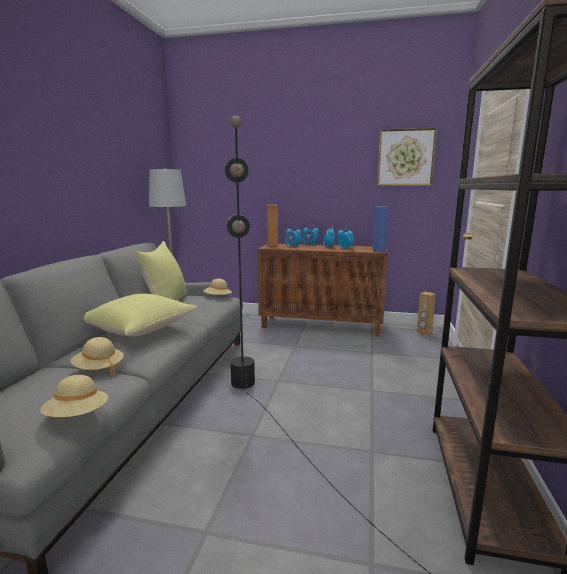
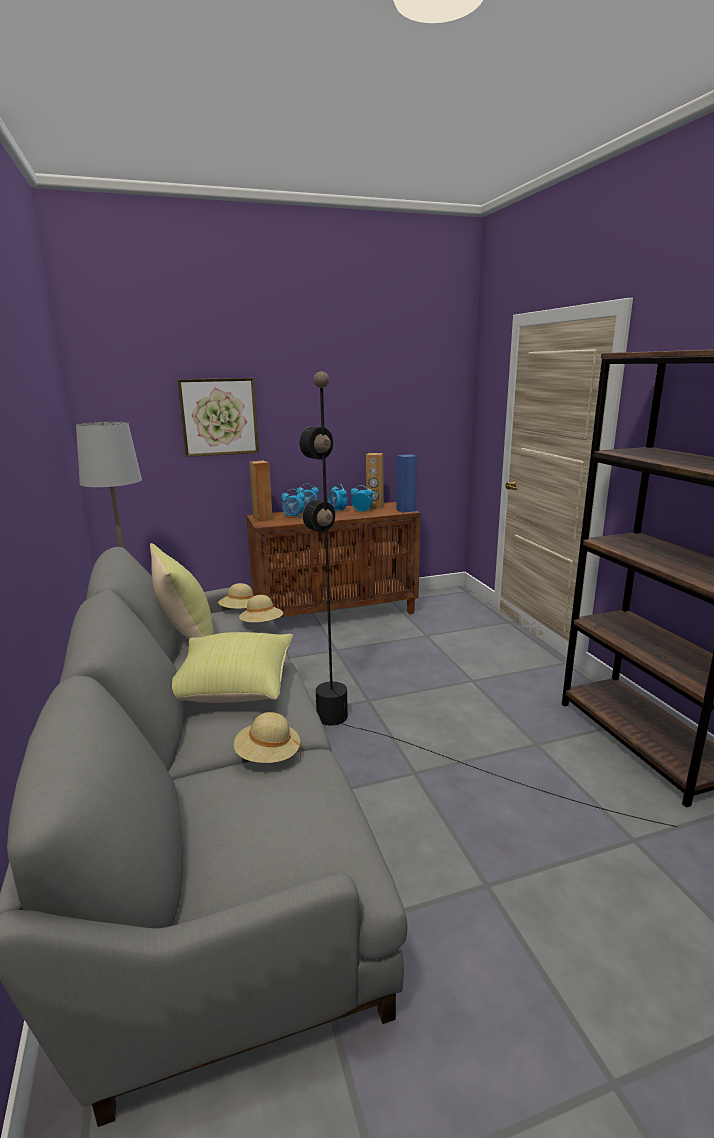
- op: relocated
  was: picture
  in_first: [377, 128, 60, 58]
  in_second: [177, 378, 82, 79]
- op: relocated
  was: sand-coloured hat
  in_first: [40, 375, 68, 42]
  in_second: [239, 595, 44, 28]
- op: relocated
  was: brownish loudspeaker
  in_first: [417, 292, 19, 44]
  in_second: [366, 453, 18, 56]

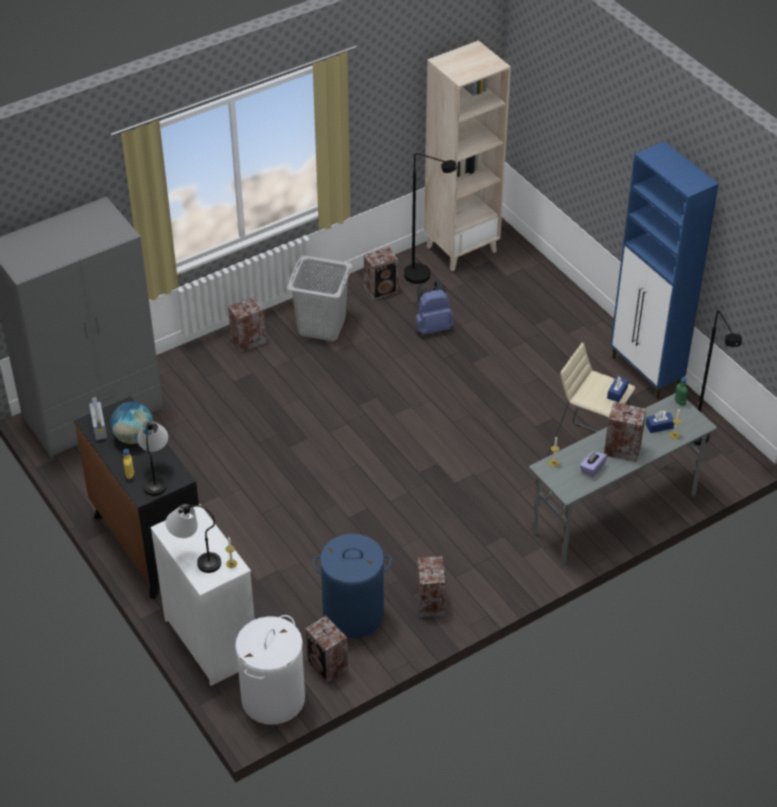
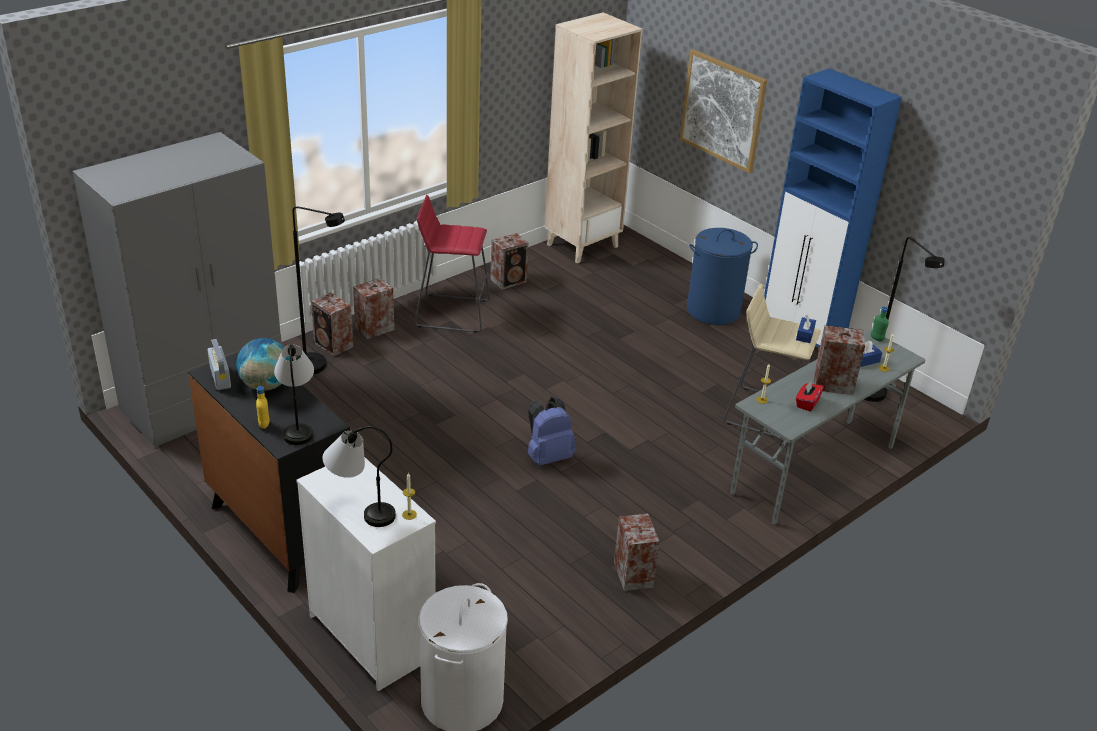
- op: relocated
  was: black standing lamp
  in_first: [404, 153, 53, 131]
  in_second: [293, 206, 52, 169]
- op: relocated
  was: loudspeaker
  in_first: [305, 616, 43, 67]
  in_second: [311, 292, 42, 65]
- op: exchanged
  was: gray hamper
  now: red stool
  in_first: [287, 256, 66, 85]
  in_second: [414, 195, 76, 138]
- op: relocated
  was: blue rucksack
  in_first: [415, 280, 39, 55]
  in_second: [528, 397, 48, 69]
- op: appeared
  now: picture
  in_second: [680, 49, 87, 124]
- op: relocated
  was: blue hamper
  in_first: [312, 534, 80, 104]
  in_second: [687, 228, 71, 97]
- op: colour
  was: purple-coloured tissue box
  now: red tissue box
  in_first: [580, 451, 27, 26]
  in_second: [796, 381, 28, 31]

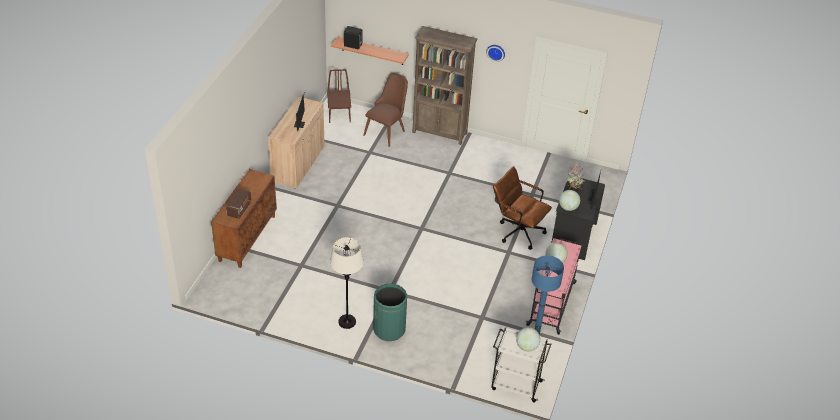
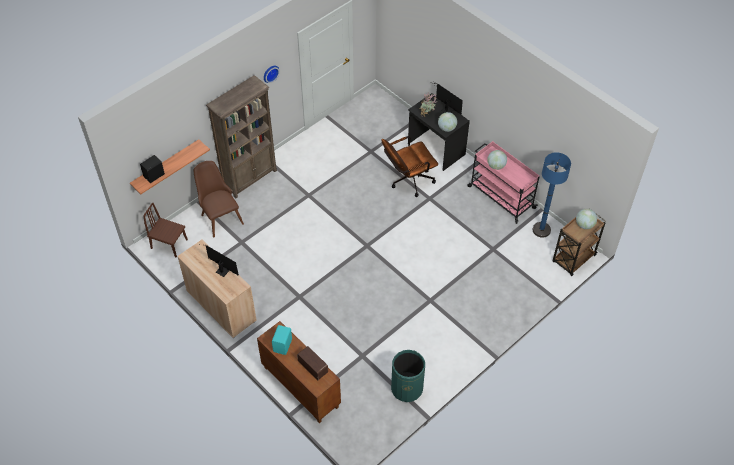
- op: appeared
  now: turquoise loudspeaker
  in_second: [272, 325, 20, 30]
- op: relocated
  was: green-coloured rubbish bin
  in_first: [373, 284, 34, 57]
  in_second: [391, 350, 34, 52]
- op: colour
  was: white trolley
  now: brownish trolley
  in_first: [491, 327, 60, 75]
  in_second: [553, 214, 53, 62]
- op: missing
  was: white standing lamp
  in_first: [330, 237, 34, 92]

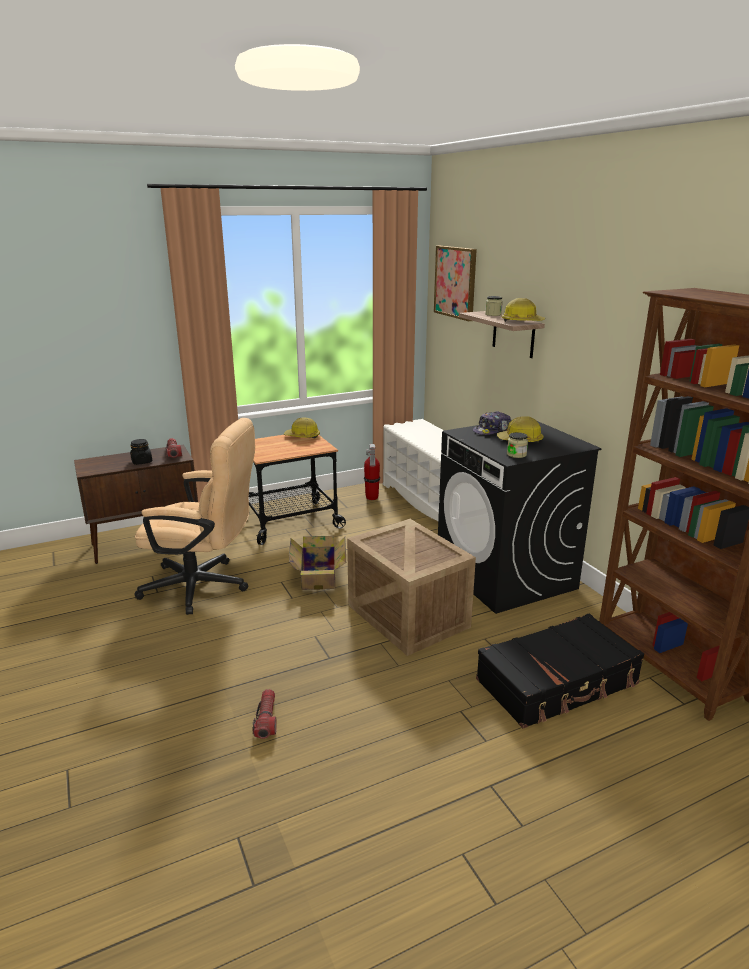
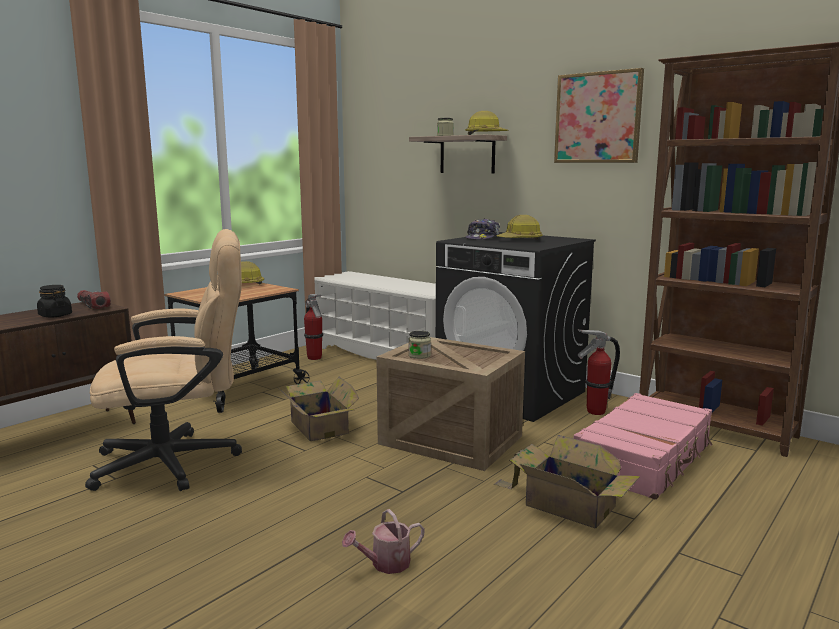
- op: exchanged
  was: hand torch
  now: watering can
  in_first: [252, 689, 25, 50]
  in_second: [342, 509, 83, 65]
- op: relocated
  was: storage jar
  in_first: [507, 432, 21, 26]
  in_second: [409, 331, 22, 28]
- op: appeared
  now: packing box
  in_second: [494, 435, 146, 94]
- op: relocated
  was: picture
  in_first: [434, 246, 43, 75]
  in_second: [554, 68, 90, 95]
- op: colour
  was: black travel case
  now: pink-coloured travel case
  in_first: [476, 614, 168, 115]
  in_second: [573, 393, 139, 107]
- op: appeared
  now: fire-fighting cylinder
  in_second: [578, 329, 42, 86]

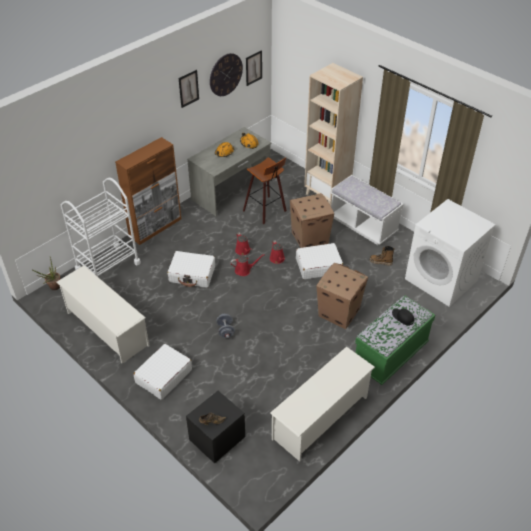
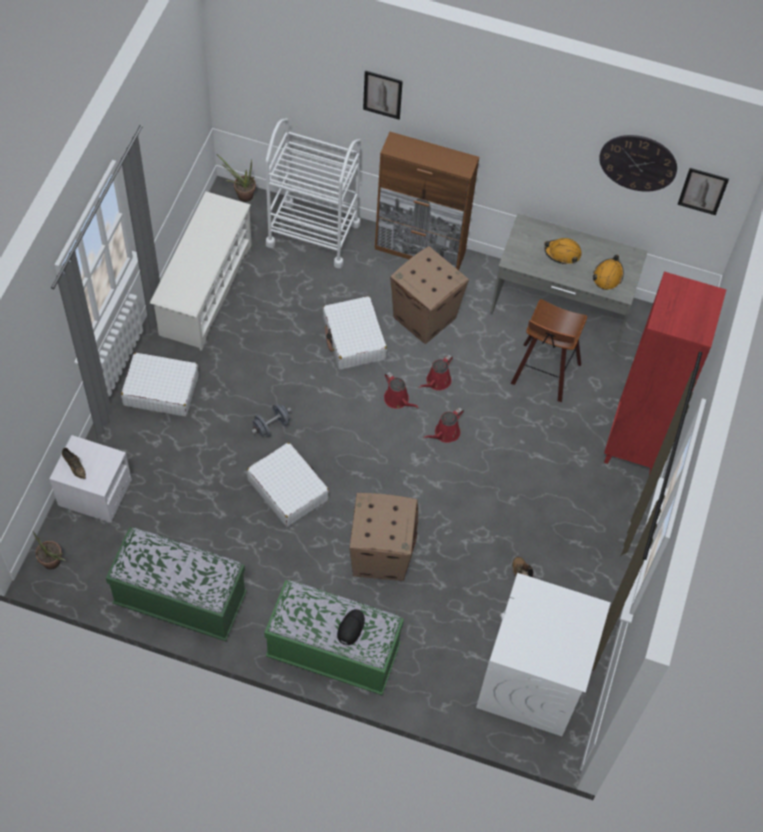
- op: appeared
  now: potted plant
  in_second: [33, 531, 33, 39]
- op: colour
  was: black night table
  now: white night table
  in_first: [186, 391, 59, 73]
  in_second: [49, 435, 83, 88]
- op: exchanged
  was: white shoe stand
  now: green-coloured indoor bench
  in_first: [270, 347, 105, 115]
  in_second: [106, 527, 141, 114]
- op: relocated
  was: white travel case
  in_first: [296, 243, 47, 36]
  in_second: [247, 442, 82, 85]
- op: relocated
  was: picture
  in_first: [179, 70, 20, 38]
  in_second: [363, 71, 40, 49]
- op: relocated
  was: packing box
  in_first: [290, 193, 44, 55]
  in_second: [390, 246, 79, 98]
- op: colour
  was: sand-coloured bookcase
  now: red bookcase
  in_first: [304, 63, 59, 143]
  in_second: [604, 272, 122, 203]
- op: missing
  was: white indoor bench
  in_first: [331, 175, 72, 70]

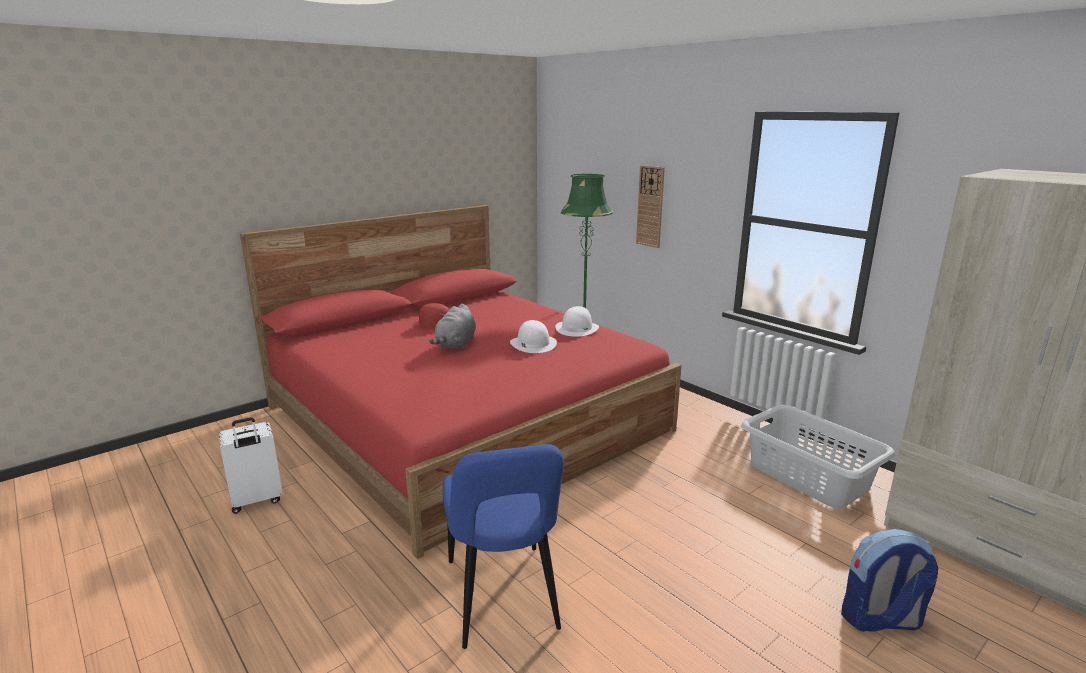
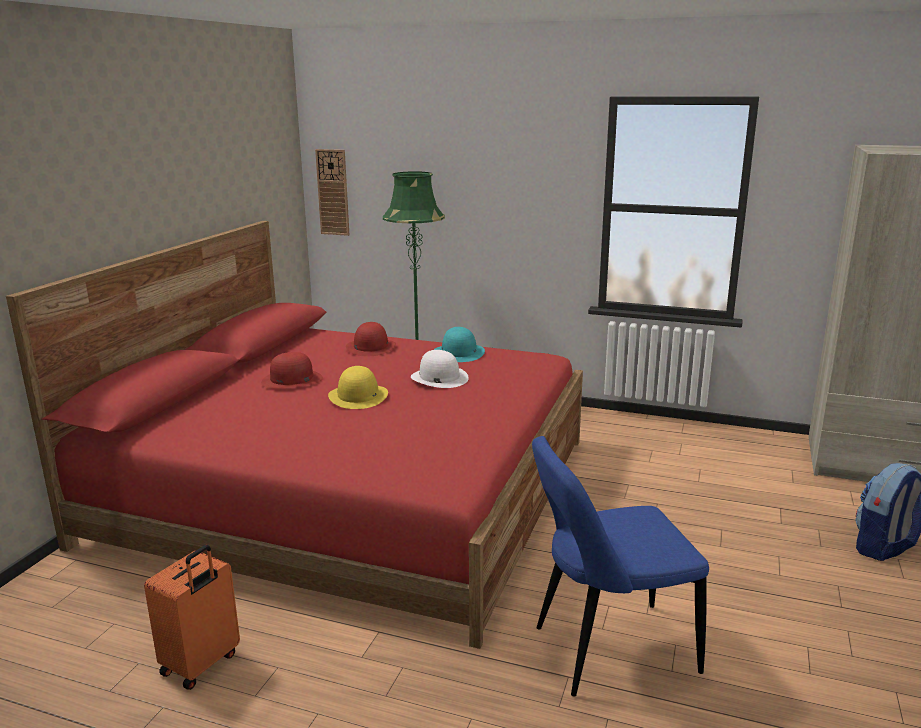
- op: colour
  was: white travel case
  now: orangey travel case
  in_first: [219, 417, 64, 97]
  in_second: [144, 545, 96, 145]
- op: relocated
  was: clock on the wall
  in_first: [636, 165, 29, 83]
  in_second: [315, 149, 34, 87]
- op: exchanged
  was: gray cuddly toy
  now: yellowish hat
  in_first: [429, 304, 47, 45]
  in_second: [328, 366, 60, 43]
- op: appeared
  now: red hat
  in_second: [346, 322, 50, 34]
- op: colour
  was: white hat
  now: turquoise hat
  in_first: [555, 306, 44, 31]
  in_second: [434, 327, 51, 35]
- op: spun
  was: blue plain chair
  in_first: [443, 444, 121, 205]
  in_second: [532, 436, 177, 260]
  clockwise: 120
- op: missing
  was: gray hamper
  in_first: [741, 405, 154, 104]

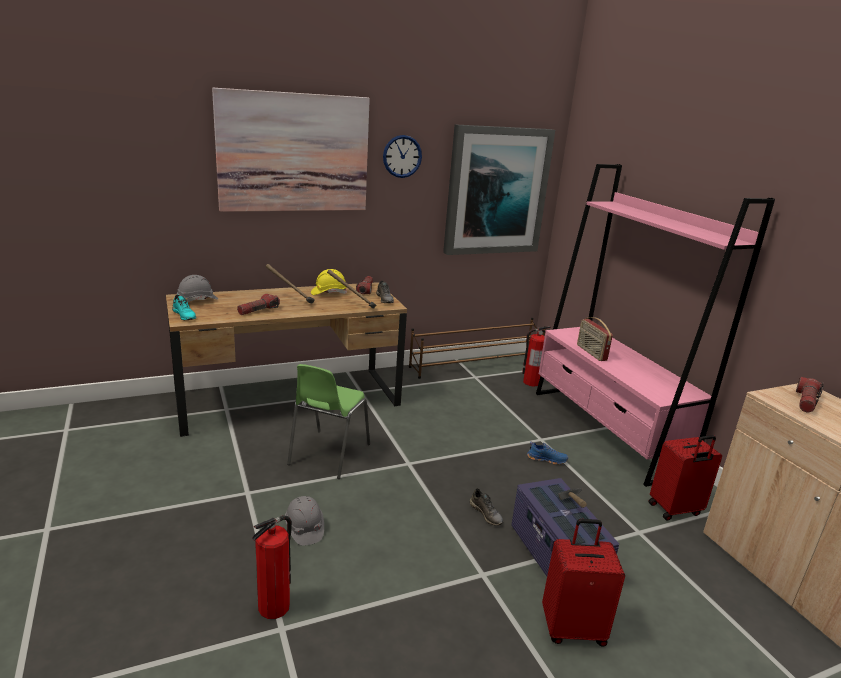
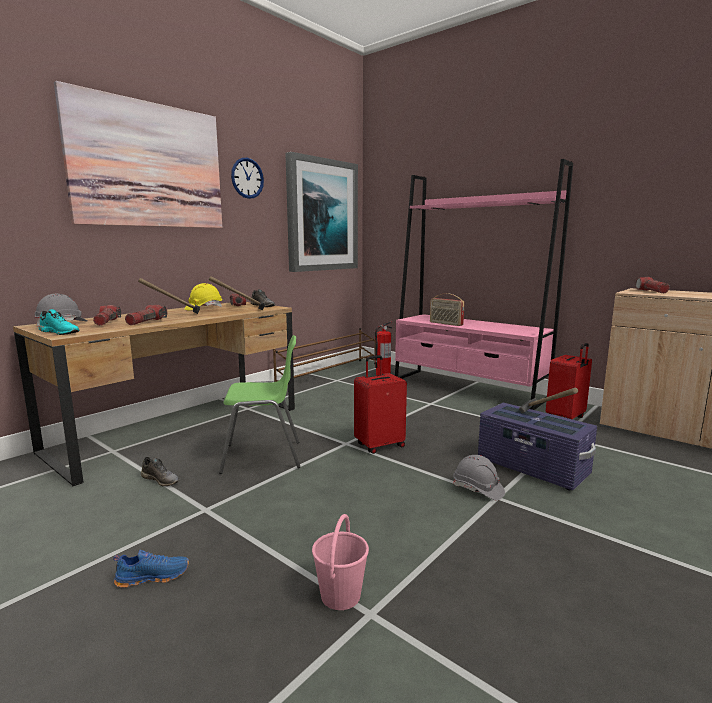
- op: appeared
  now: hand torch
  in_second: [93, 305, 29, 21]
- op: relocated
  was: blue item of footwear
  in_first: [527, 441, 41, 24]
  in_second: [113, 550, 76, 38]
- op: relocated
  was: gray item of footwear
  in_first: [470, 488, 33, 38]
  in_second: [141, 457, 38, 29]
- op: spun
  was: green-coloured plain chair
  in_first: [287, 364, 83, 115]
  in_second: [219, 335, 82, 139]
  clockwise: -90
- op: exchanged
  was: fire-fighting cylinder
  now: pink-coloured bucket
  in_first: [252, 515, 40, 104]
  in_second: [312, 514, 57, 96]
- op: relocated
  was: red travel case
  in_first: [542, 519, 83, 128]
  in_second: [354, 355, 53, 99]
- op: relocated
  was: gray work helmet
  in_first: [284, 496, 40, 50]
  in_second: [453, 455, 52, 45]

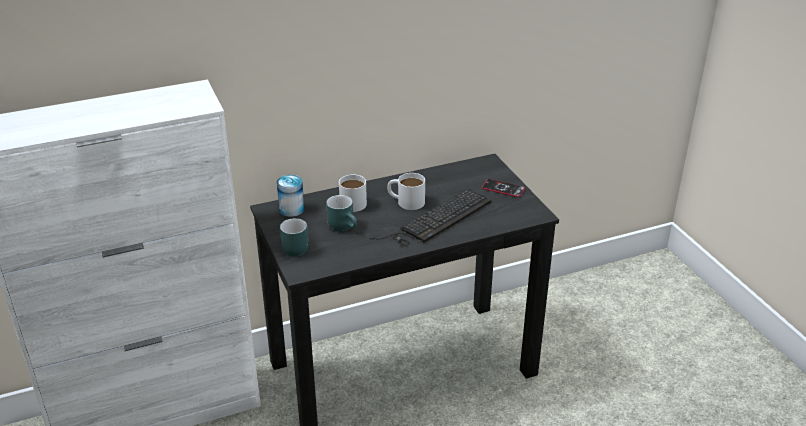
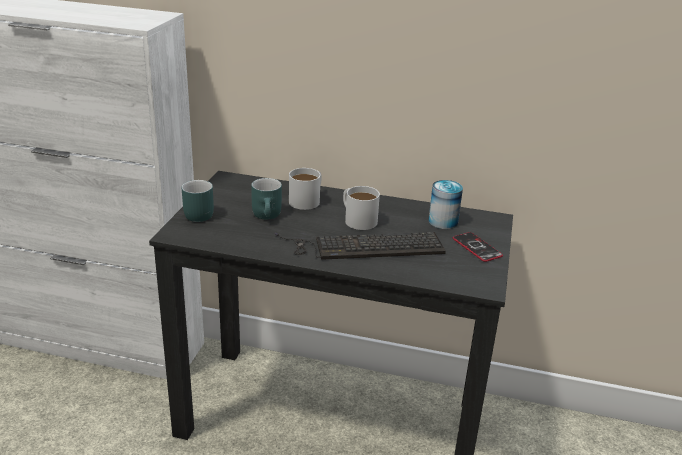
- op: relocated
  was: can
  in_first: [277, 175, 27, 42]
  in_second: [428, 180, 35, 49]

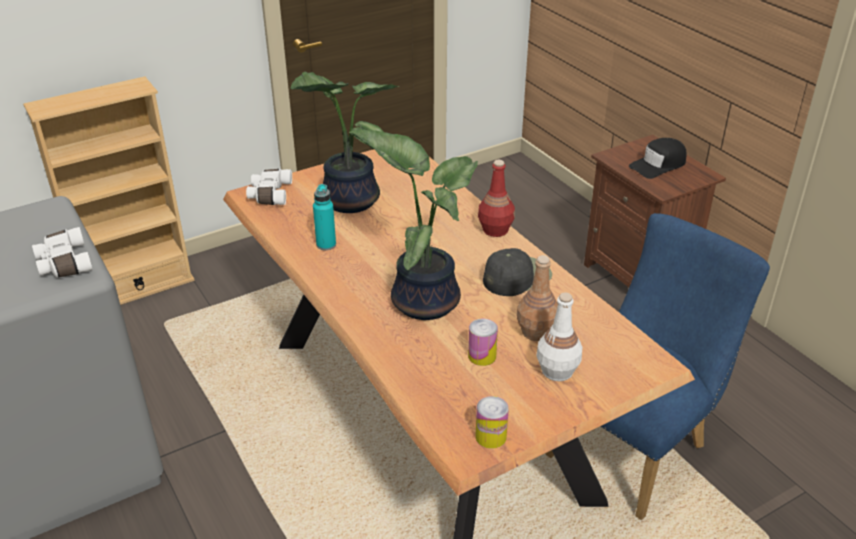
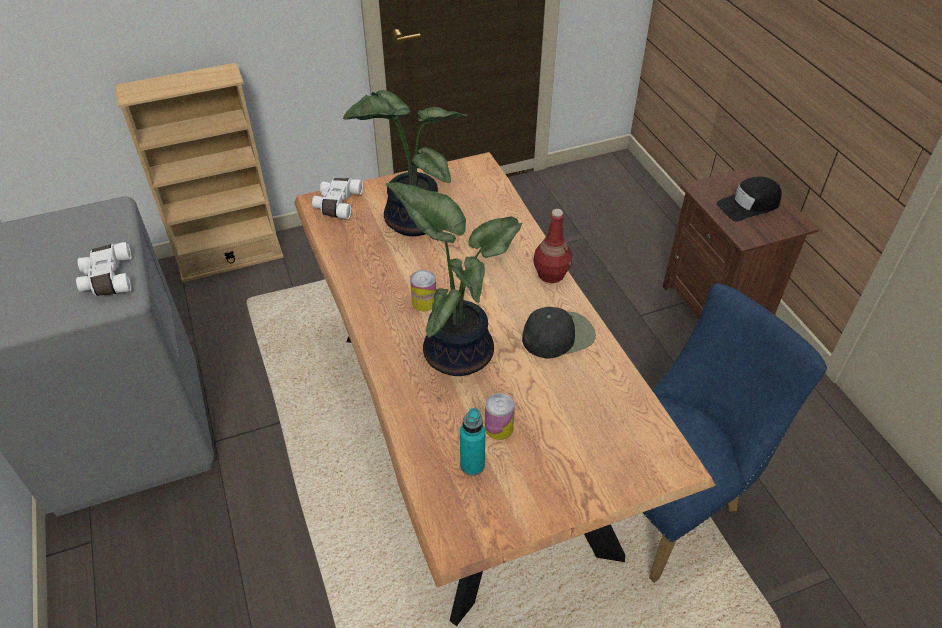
- op: relocated
  was: can
  in_first: [476, 396, 33, 53]
  in_second: [410, 270, 26, 41]
- op: relocated
  was: turquoise beverage bottle
  in_first: [313, 184, 23, 66]
  in_second: [460, 408, 26, 68]
- op: missing
  was: brownish beverage bottle
  in_first: [517, 255, 41, 86]
- op: missing
  was: white beverage bottle
  in_first: [536, 292, 46, 89]

